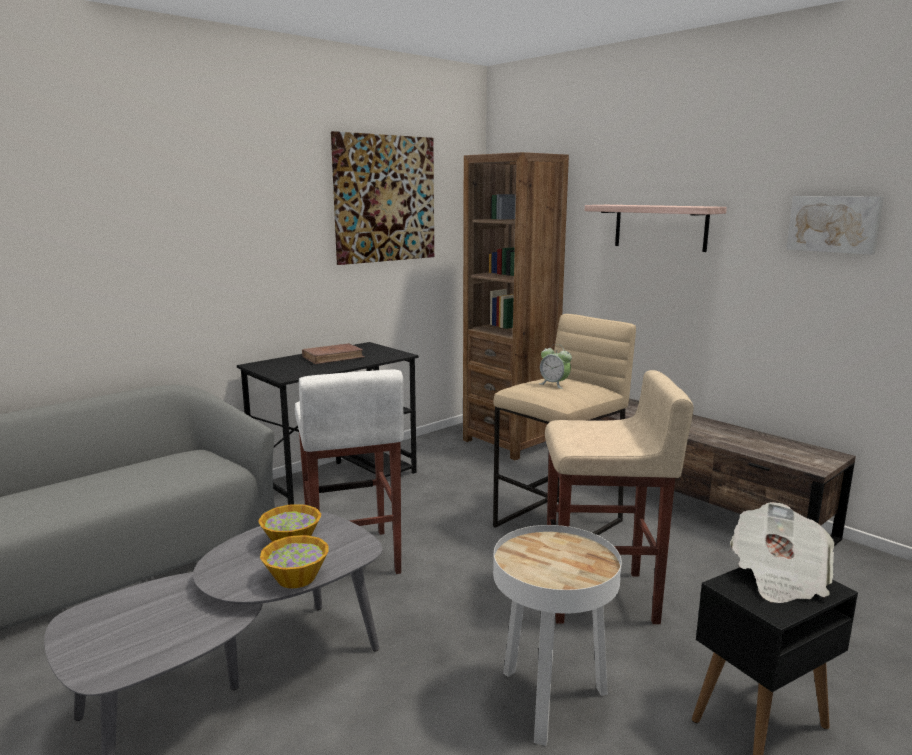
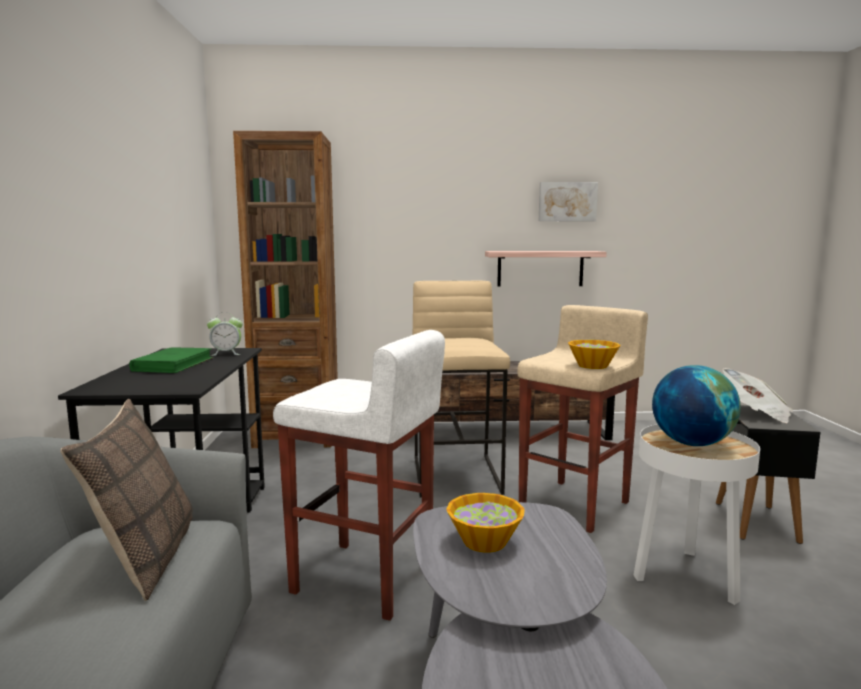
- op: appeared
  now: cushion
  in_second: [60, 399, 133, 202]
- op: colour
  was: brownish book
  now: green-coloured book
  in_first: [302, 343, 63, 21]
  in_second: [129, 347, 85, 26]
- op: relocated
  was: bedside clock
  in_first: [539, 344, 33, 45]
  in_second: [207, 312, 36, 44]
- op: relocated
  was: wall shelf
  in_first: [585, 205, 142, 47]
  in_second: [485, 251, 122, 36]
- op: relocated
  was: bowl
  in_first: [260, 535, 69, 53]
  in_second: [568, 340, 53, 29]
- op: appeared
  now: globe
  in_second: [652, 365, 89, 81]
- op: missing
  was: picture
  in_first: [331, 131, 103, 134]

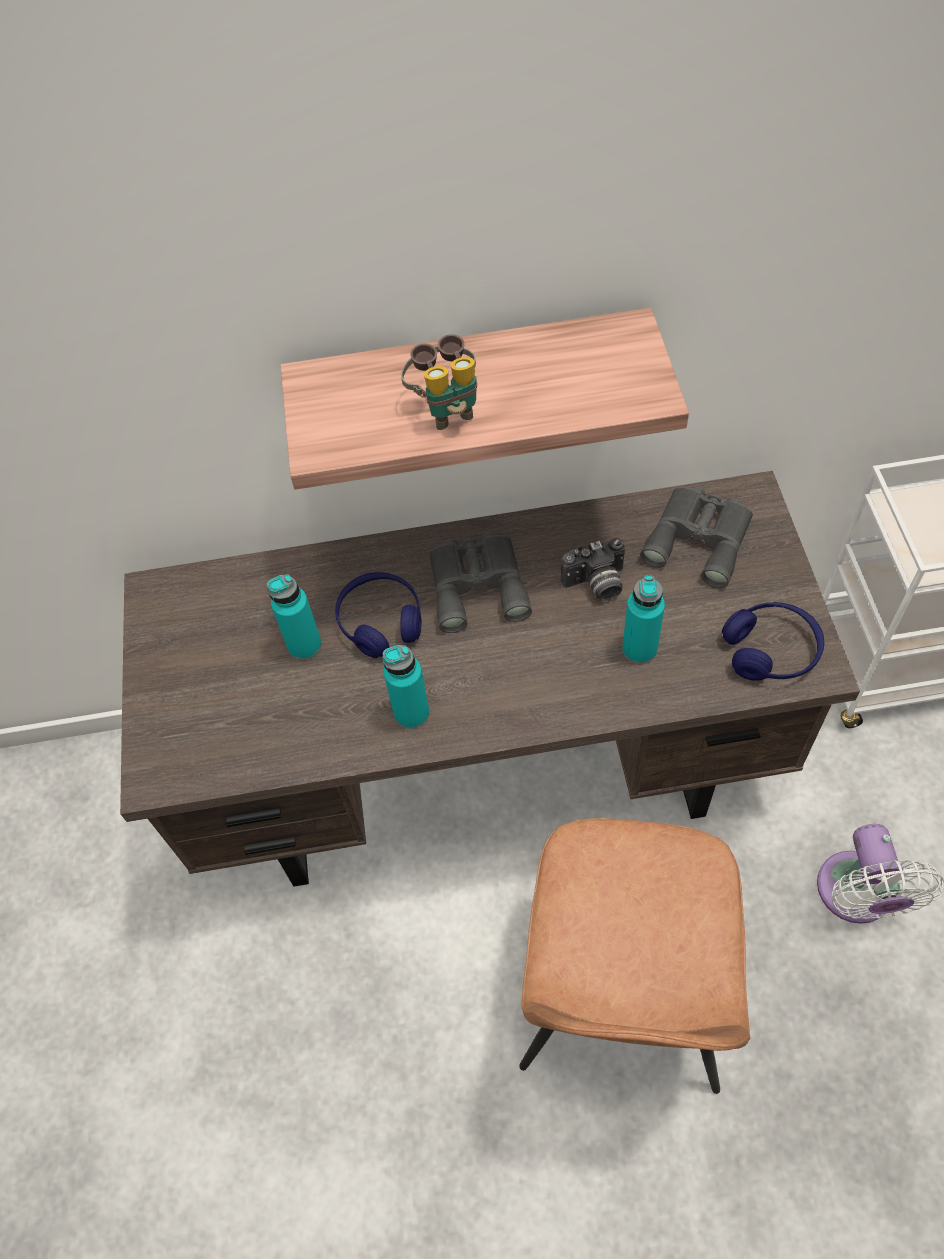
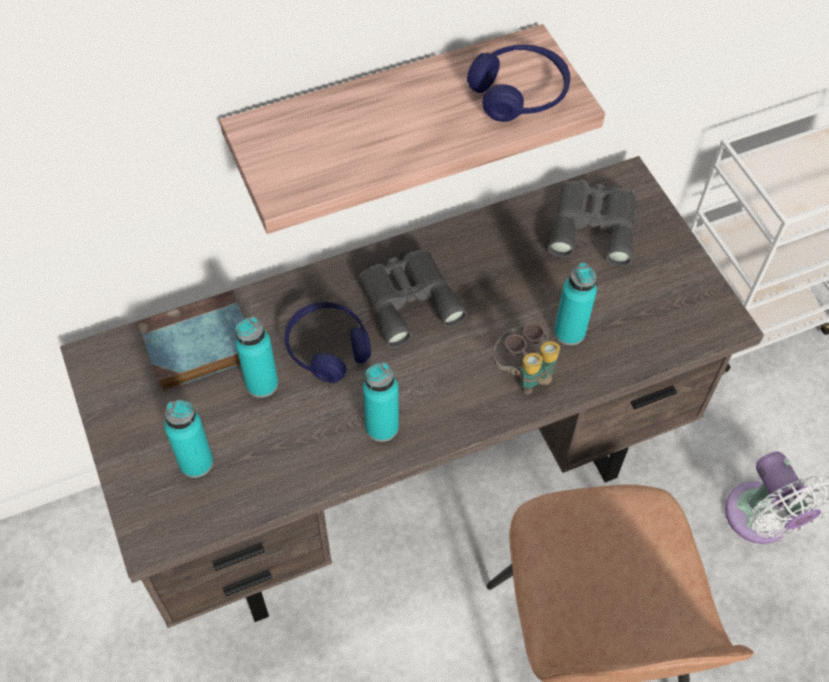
- op: appeared
  now: book
  in_second: [137, 290, 107, 102]
- op: appeared
  now: turquoise beverage bottle
  in_second: [164, 400, 49, 78]
- op: relocated
  was: blue pair of headphones
  in_first: [722, 602, 102, 79]
  in_second: [467, 45, 103, 77]
- op: relocated
  was: binoculars
  in_first: [401, 334, 76, 96]
  in_second: [493, 322, 67, 73]
- op: missing
  was: photo camera
  in_first: [561, 538, 64, 63]

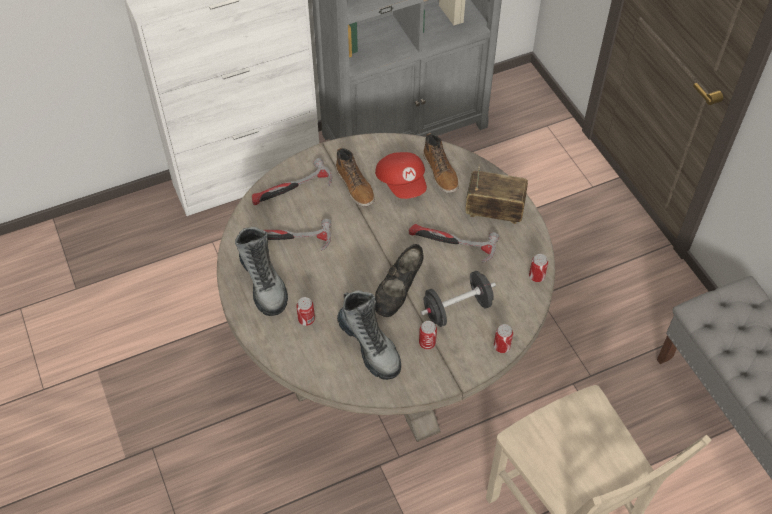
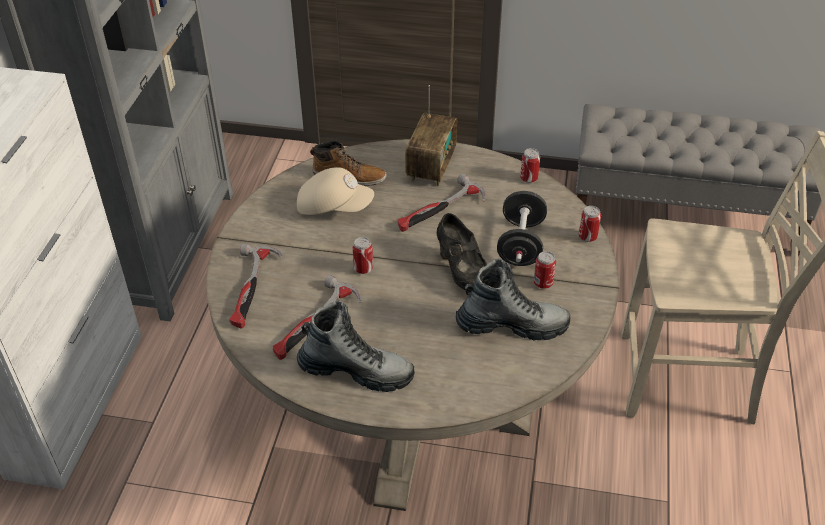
- op: colour
  was: red baseball cap
  now: sand-coloured baseball cap
  in_first: [375, 152, 52, 47]
  in_second: [297, 167, 77, 48]
- op: relocated
  was: can
  in_first: [296, 297, 19, 29]
  in_second: [353, 237, 20, 37]
- op: spun
  was: radio set
  in_first: [465, 167, 63, 57]
  in_second: [405, 85, 52, 101]
  clockwise: 150
- op: missing
  was: boot
  in_first: [336, 148, 39, 59]

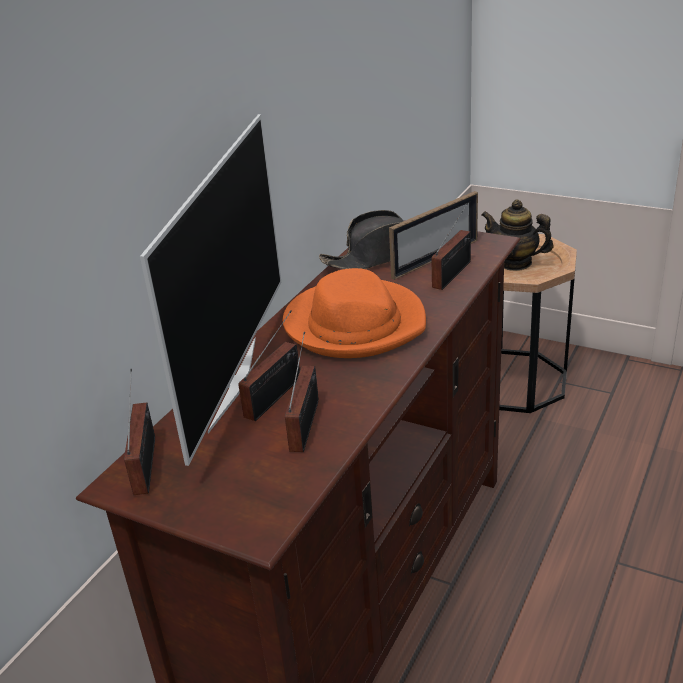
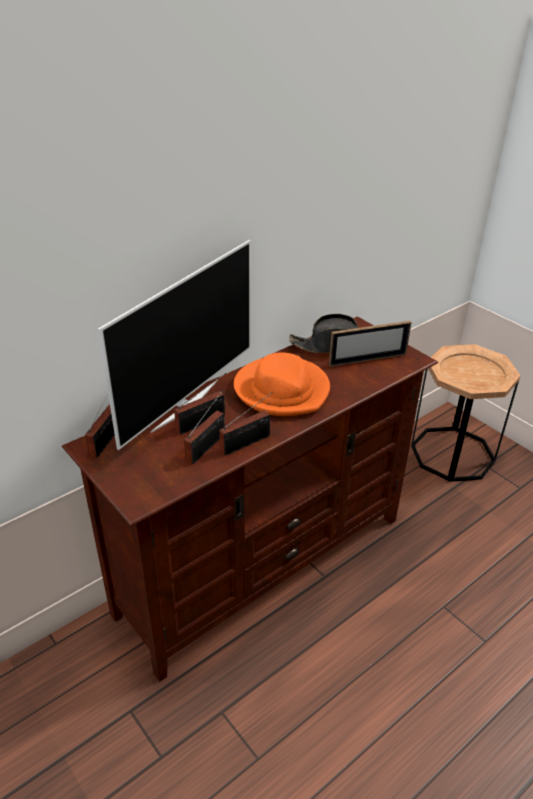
- op: relocated
  was: radio set
  in_first: [432, 203, 39, 87]
  in_second: [219, 392, 54, 64]
- op: missing
  was: teapot
  in_first: [482, 200, 72, 71]

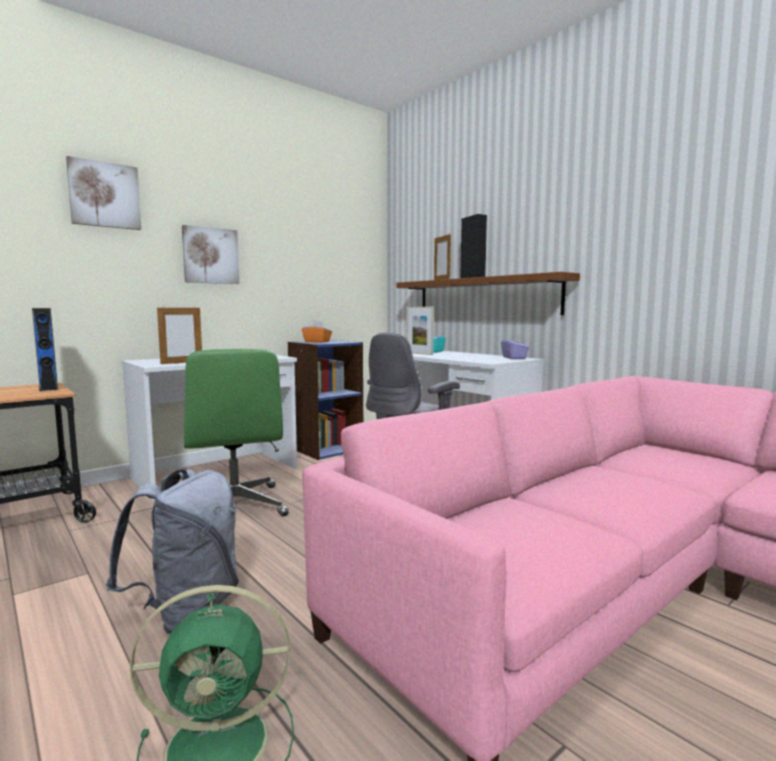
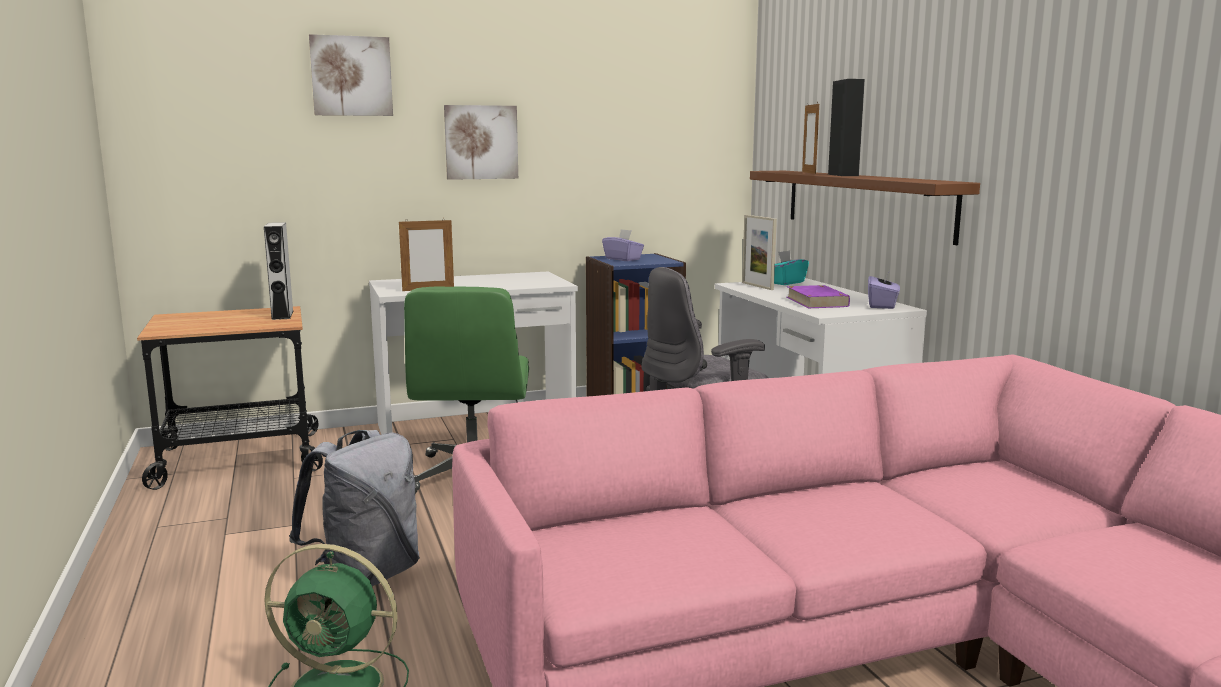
- op: colour
  was: blue loudspeaker
  now: gray loudspeaker
  in_first: [32, 308, 26, 83]
  in_second: [264, 222, 29, 98]
- op: colour
  was: orangey tissue box
  now: purple-coloured tissue box
  in_first: [302, 321, 30, 22]
  in_second: [602, 229, 42, 32]
- op: appeared
  now: purple-coloured book
  in_second: [786, 285, 64, 23]

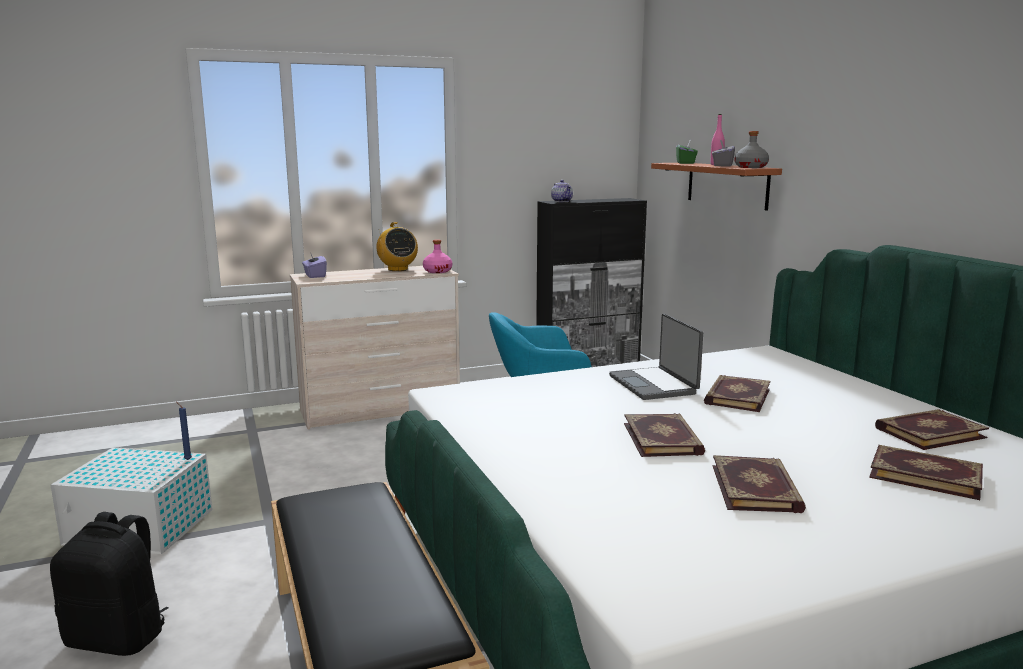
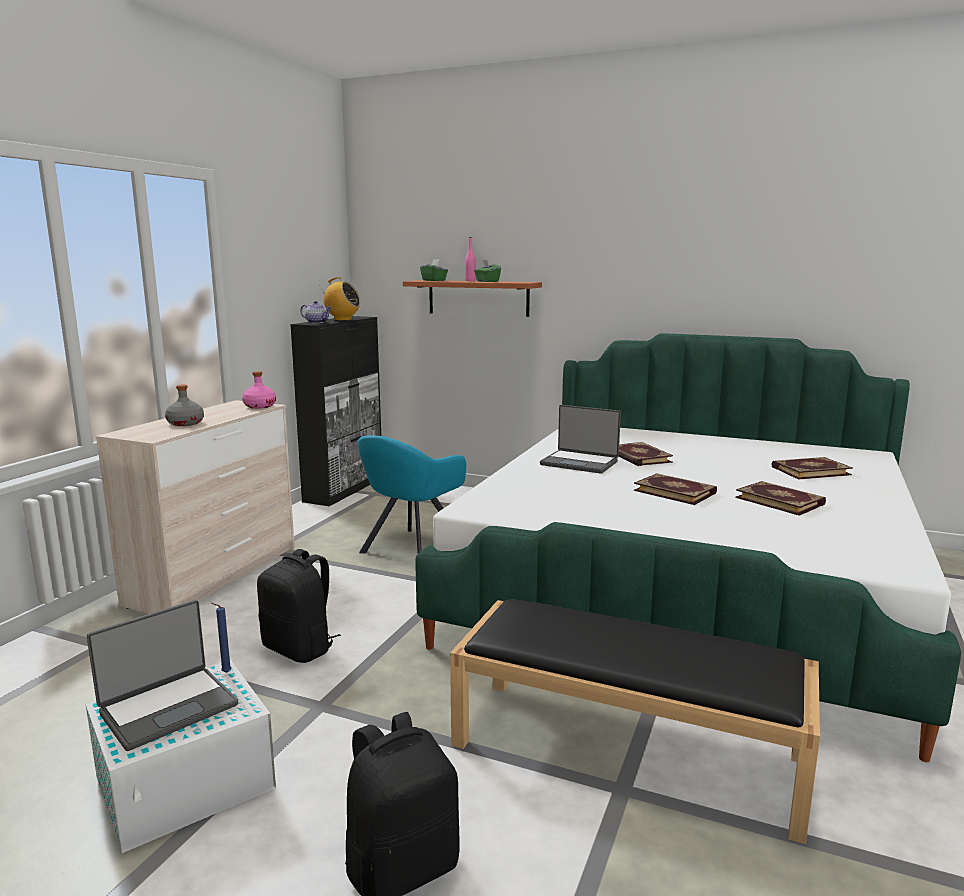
- op: appeared
  now: portable computer
  in_second: [87, 600, 151, 151]
- op: relocated
  was: gray beverage bottle
  in_first: [735, 131, 34, 37]
  in_second: [165, 384, 39, 42]
- op: appeared
  now: black rucksack
  in_second: [257, 549, 84, 114]
- op: relocated
  was: radio set
  in_first: [376, 222, 42, 49]
  in_second: [319, 277, 42, 44]
- op: colour
  was: gray tissue box
  now: green-coloured tissue box
  in_first: [712, 140, 23, 26]
  in_second: [474, 259, 27, 23]
- op: missing
  was: purple-coloured tissue box
  in_first: [302, 252, 25, 26]
- op: missing
  was: book
  in_first: [875, 409, 114, 41]

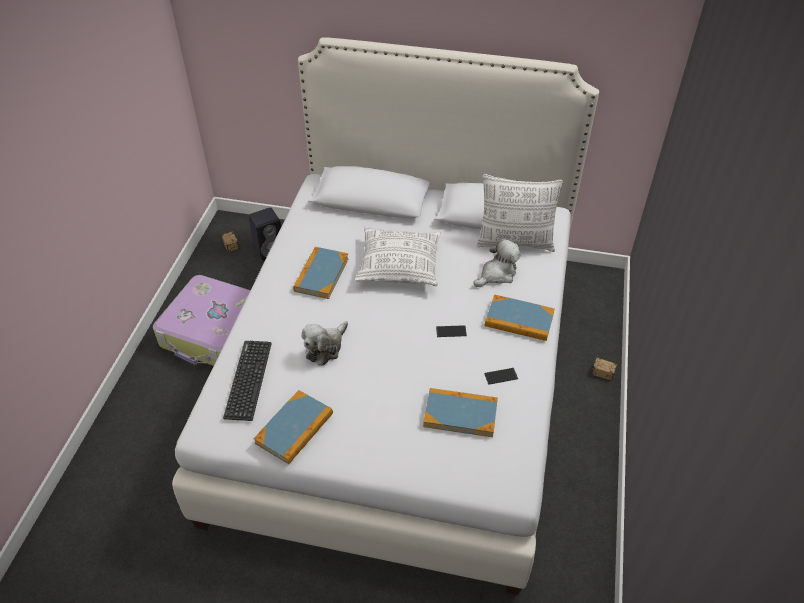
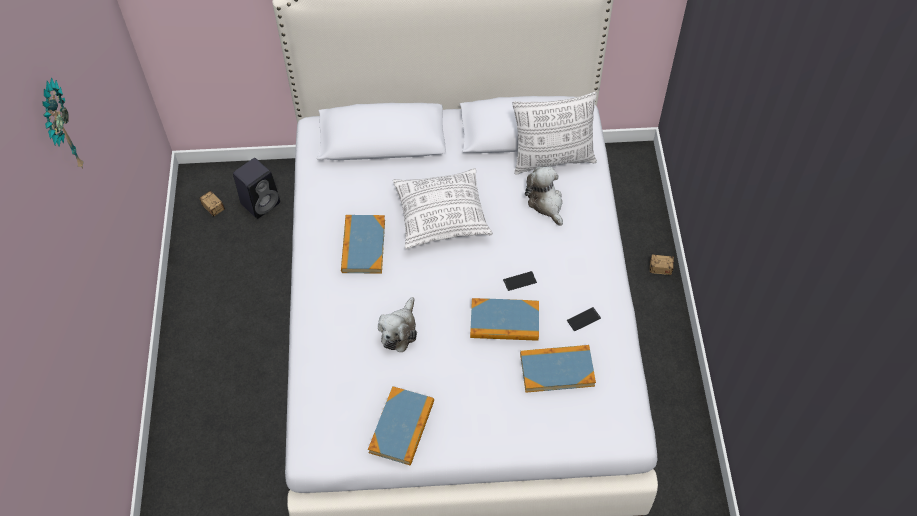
- op: appeared
  now: clock on the wall
  in_second: [42, 78, 42, 91]
- op: relocated
  was: book
  in_first: [485, 295, 70, 46]
  in_second: [470, 298, 69, 43]
- op: spun
  was: cuddly toy
  in_first: [473, 238, 47, 49]
  in_second: [525, 167, 38, 59]
  clockwise: -60
- op: missing
  was: travel case
  in_first: [153, 275, 97, 91]
- op: missing
  was: PC keyboard
  in_first: [223, 341, 49, 80]

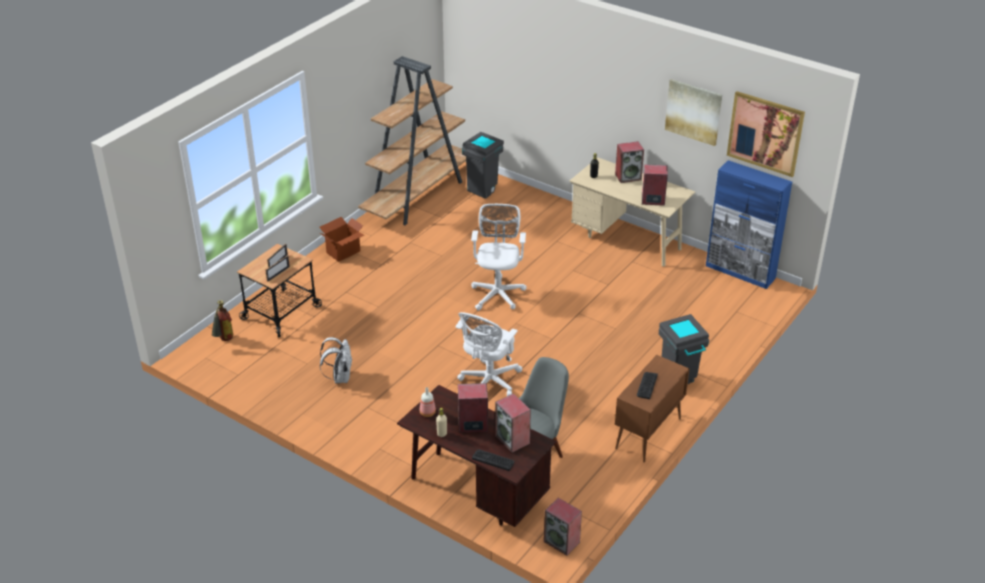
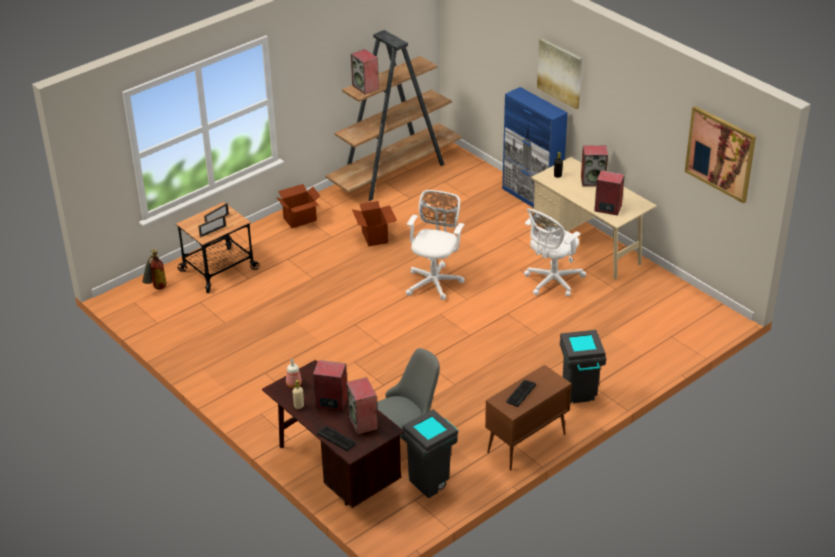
- op: relocated
  was: loudspeaker
  in_first: [544, 498, 38, 58]
  in_second: [351, 49, 28, 45]
- op: appeared
  now: packing box
  in_second: [352, 201, 45, 46]
- op: relocated
  was: gray rubbish bin
  in_first: [462, 132, 42, 67]
  in_second: [401, 409, 58, 89]
- op: relocated
  was: blue cabinet
  in_first: [706, 160, 86, 129]
  in_second: [502, 87, 66, 121]
- op: relocated
  was: white computer chair
  in_first: [456, 312, 66, 84]
  in_second: [524, 209, 62, 88]
- op: relocated
  was: picture
  in_first: [665, 79, 57, 67]
  in_second: [537, 38, 45, 71]
- op: missing
  was: white rucksack
  in_first: [320, 337, 33, 47]

